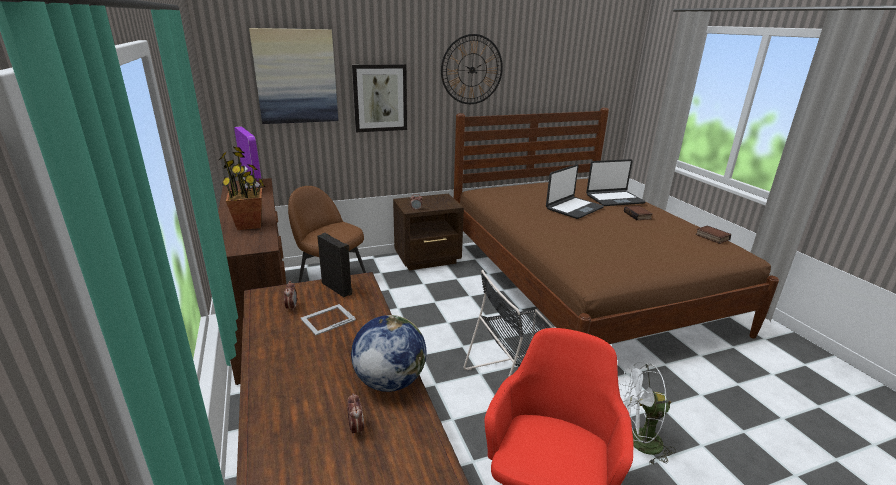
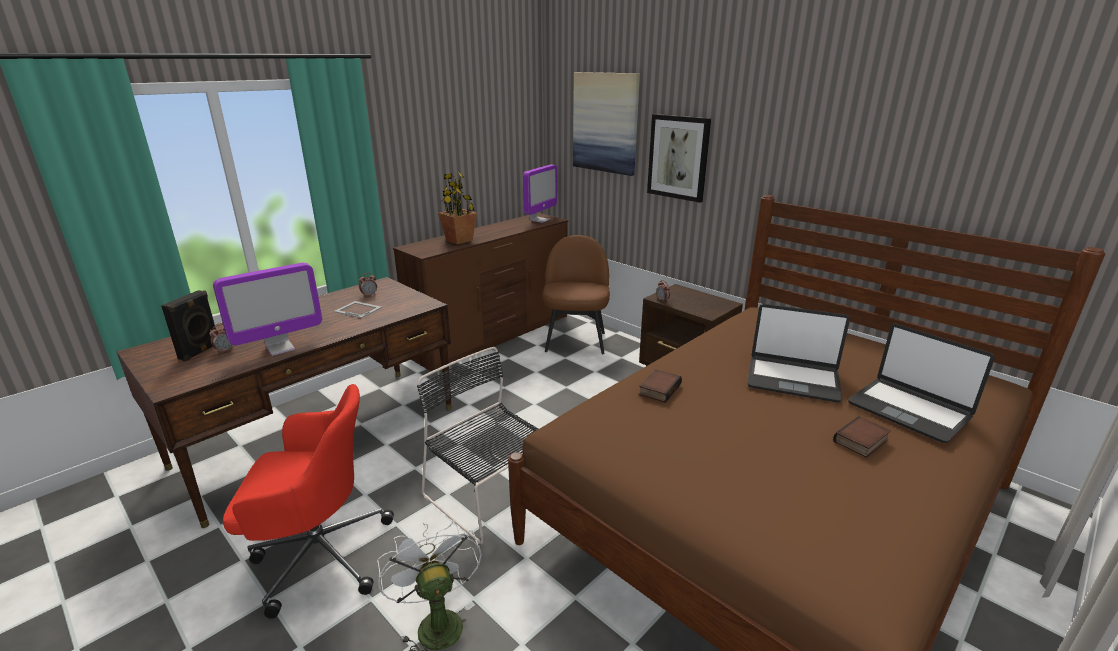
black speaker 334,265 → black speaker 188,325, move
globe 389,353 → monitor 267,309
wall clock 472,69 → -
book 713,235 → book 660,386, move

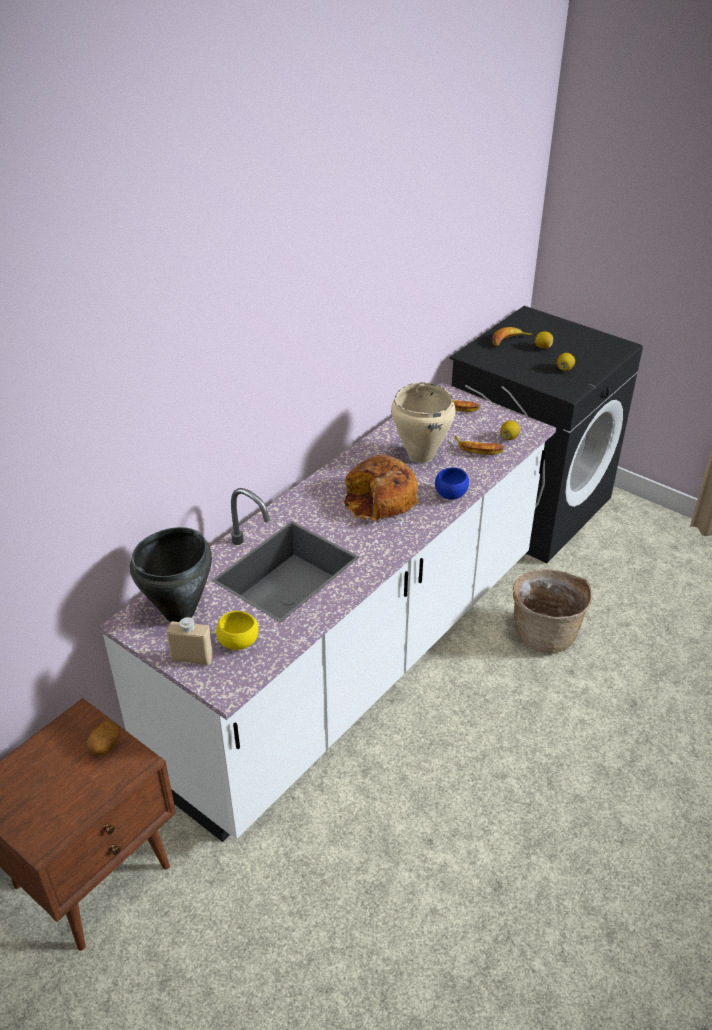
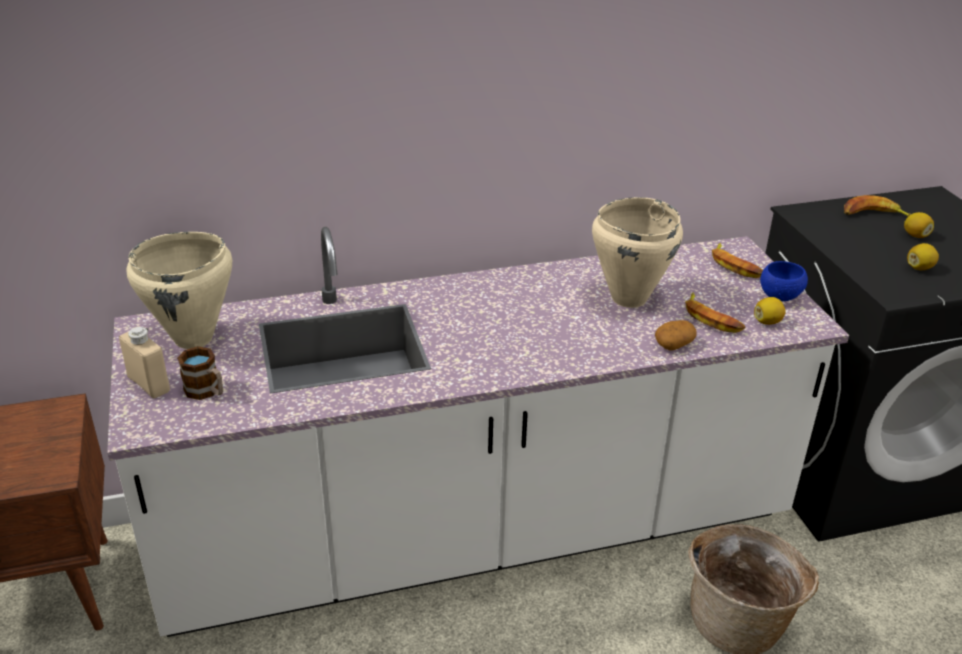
potato 103,738 → potato 676,335, move
black cooking pot 171,574 → beige cooking pot 179,290
yellow bowl 237,630 → mug 200,373
bread 381,488 → -
blue bowl 452,483 → blue bowl 784,281, move

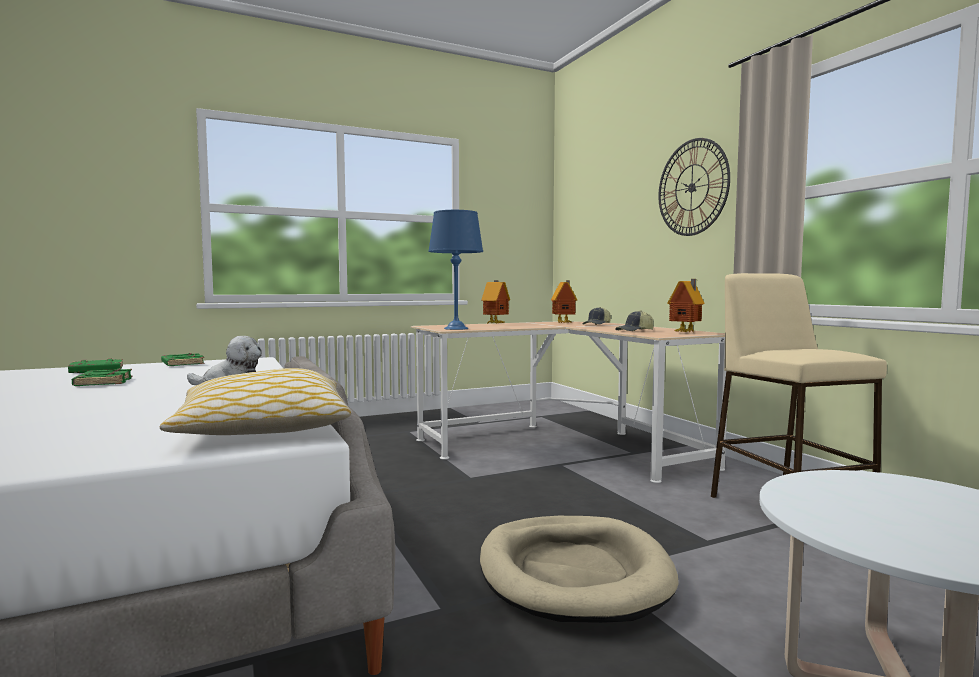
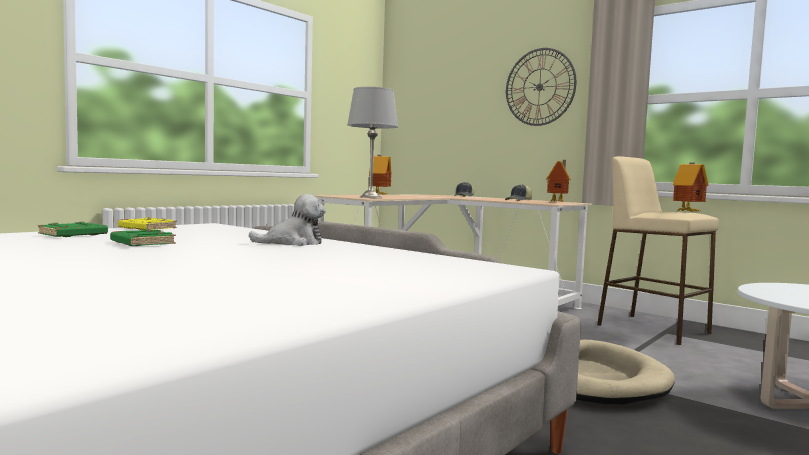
pillow 255,401 → -
green book 182,359 → yellow book 147,223
blue table lamp 455,270 → grey table lamp 372,142
toy house 564,301 → toy house 691,186, move

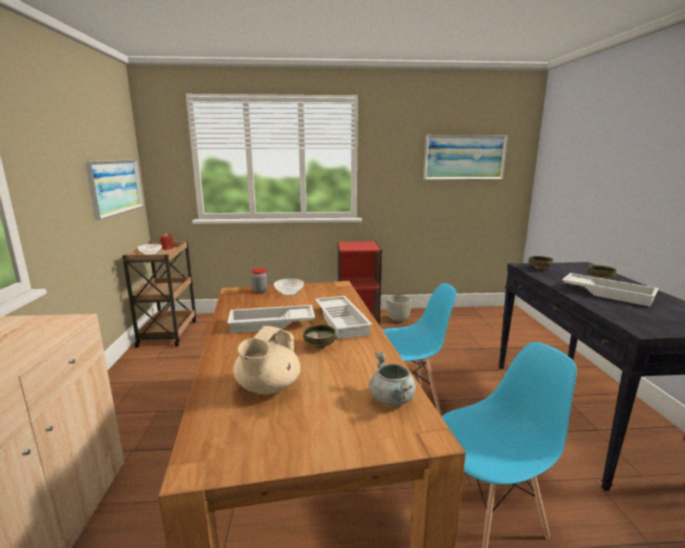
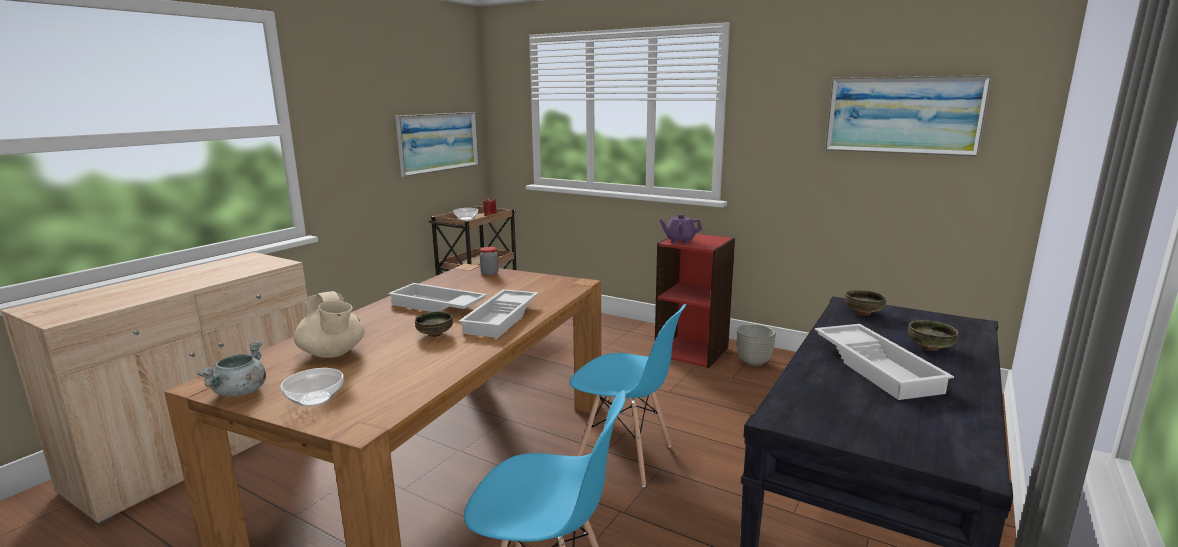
beige teapot 267,360 → beige teapot 329,324, 90 degrees counterclockwise
bowl 289,287 → bowl 312,387, move
grey cooking pot 392,379 → grey cooking pot 232,369, move
- → purple teapot 680,228

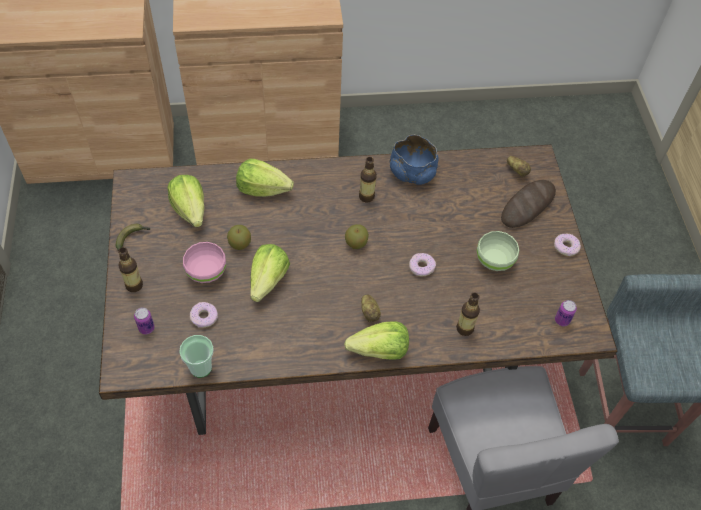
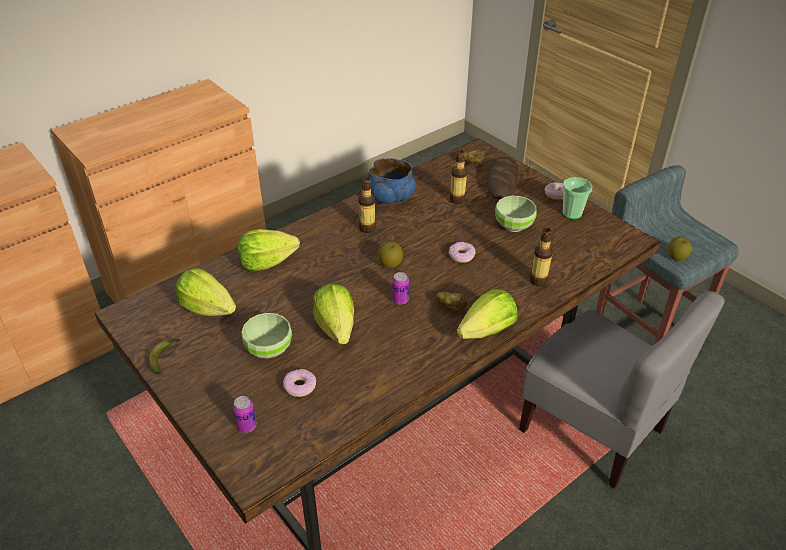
bottle 130,269 → bottle 458,177, move
cup 196,356 → cup 577,198, move
pink bowl 204,262 → green bowl 266,336
apple 239,237 → apple 679,249, move
can 566,313 → can 400,288, move

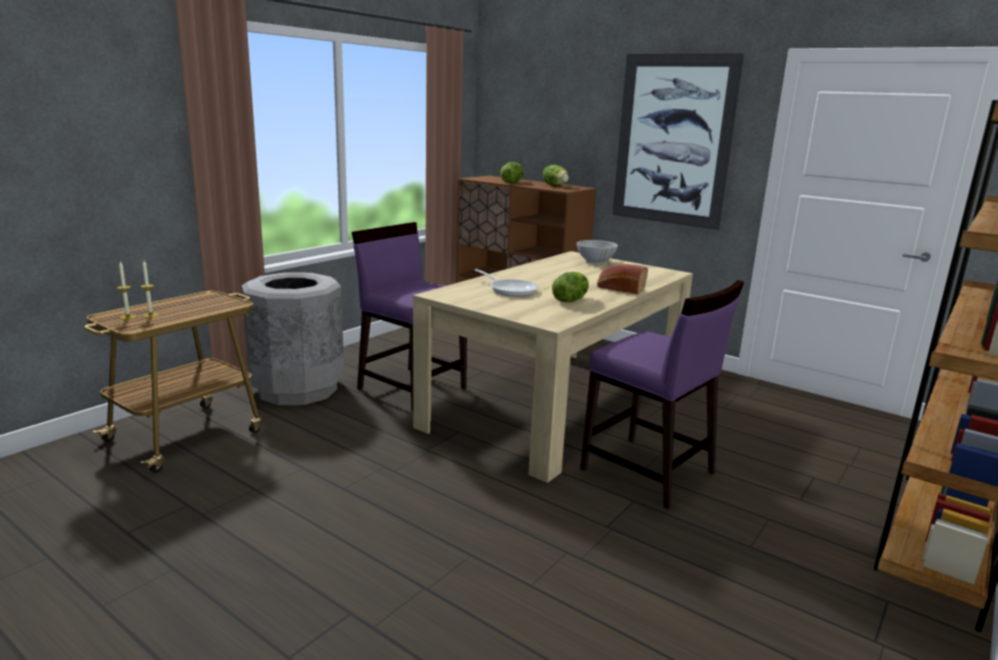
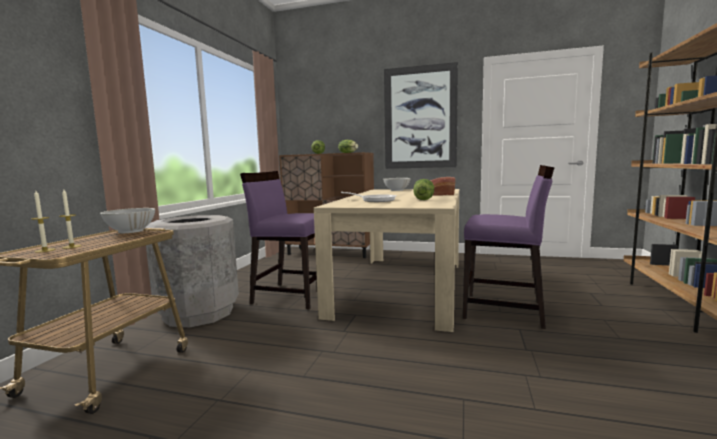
- → white bowl 127,220

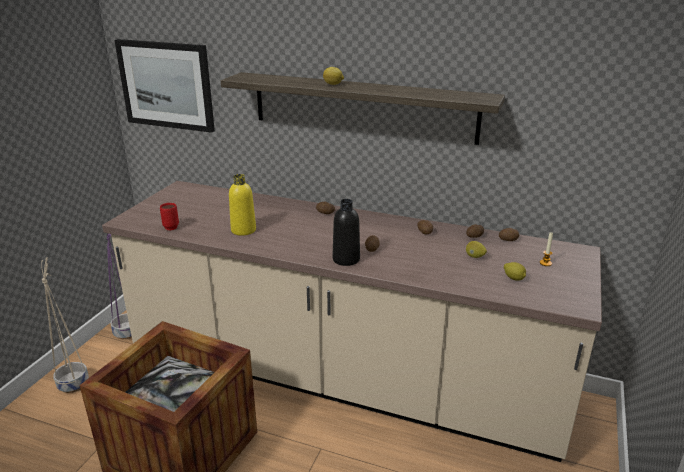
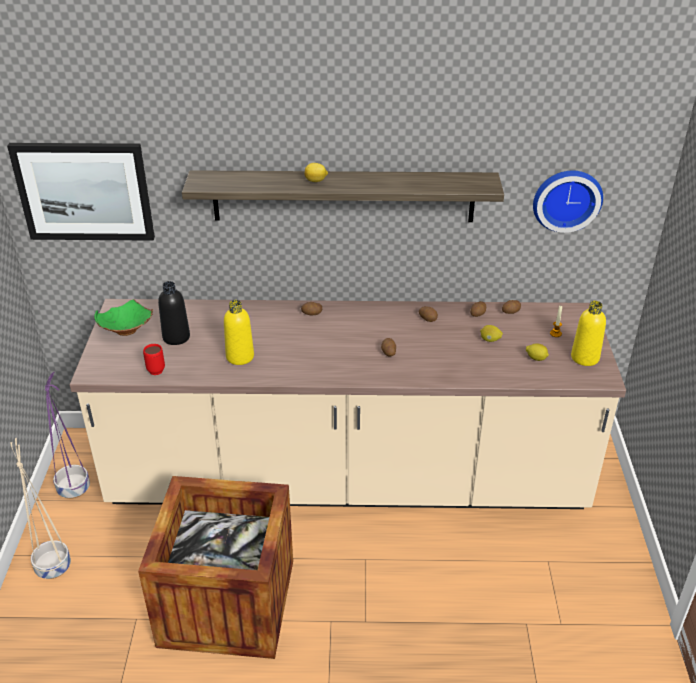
black bottle 346,232 → black bottle 174,313, move
- → green bowl 123,317
- → wall clock 568,202
- → yellow bottle 588,333

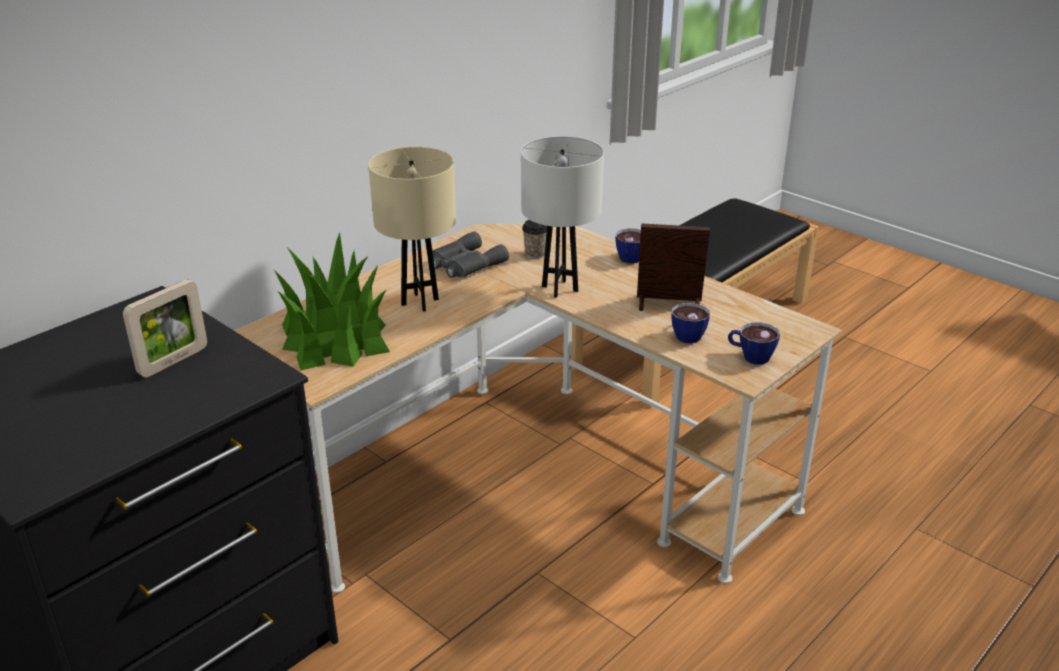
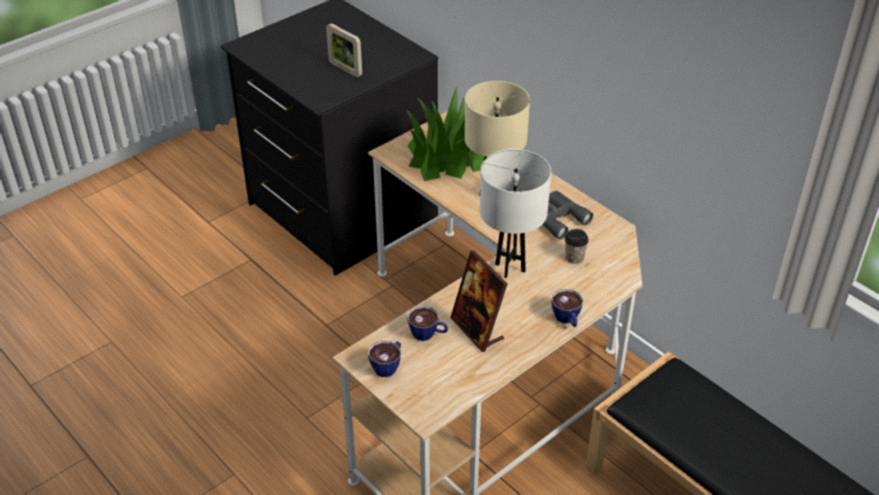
picture frame 673,267 → picture frame 479,301, 135 degrees clockwise

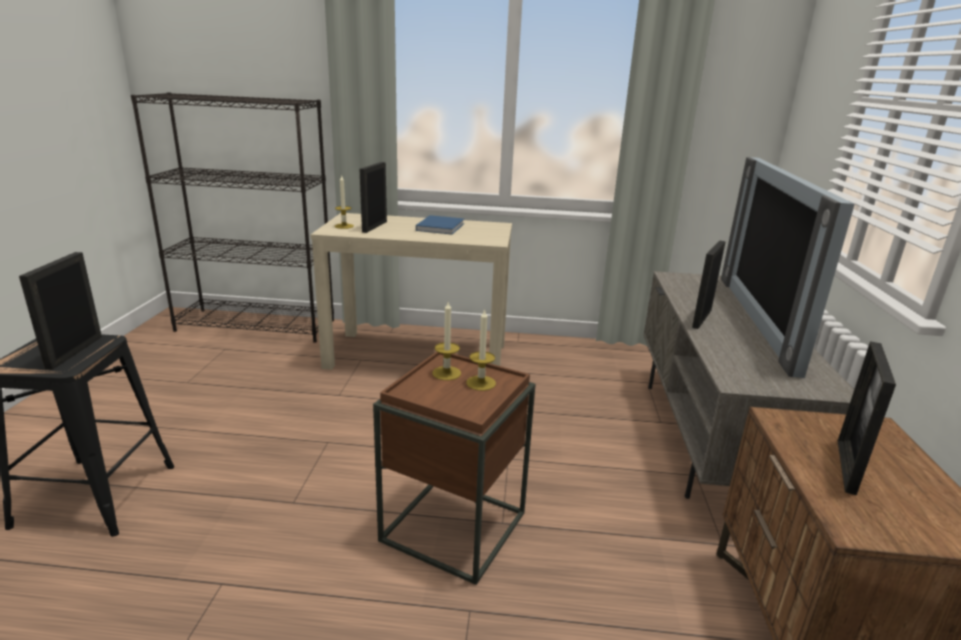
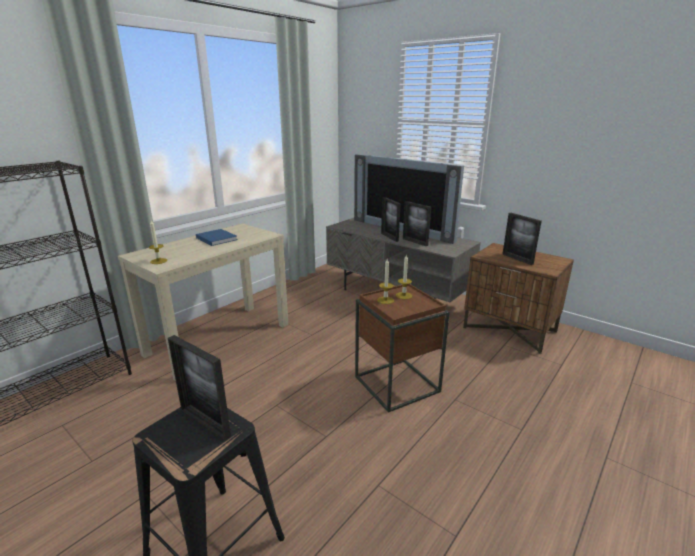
picture frame 373,197 → picture frame 417,223, move

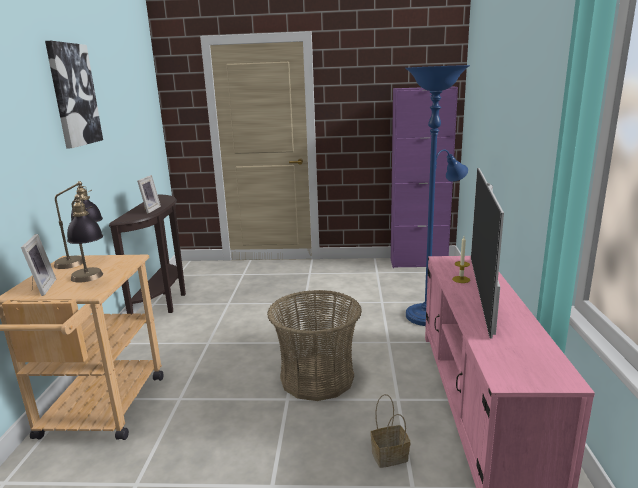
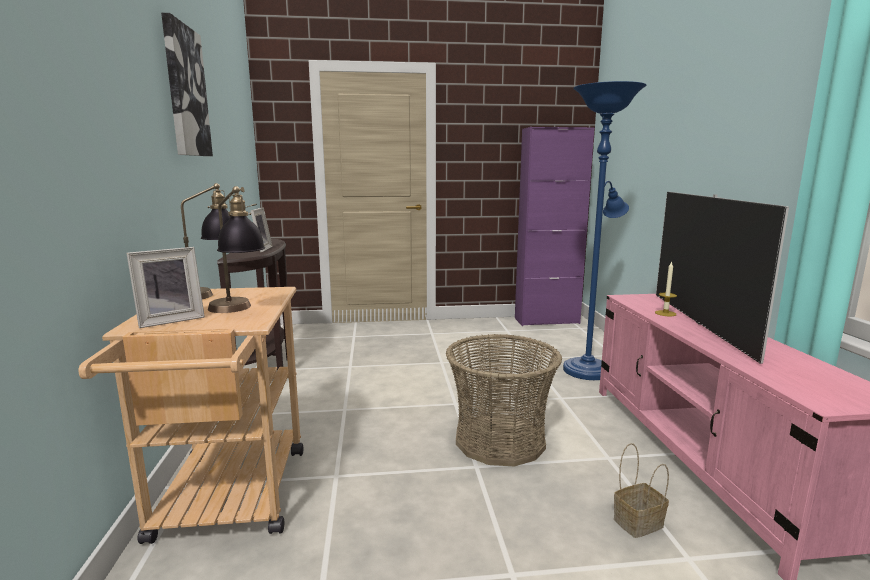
picture frame 38,265 → picture frame 165,287, 75 degrees clockwise

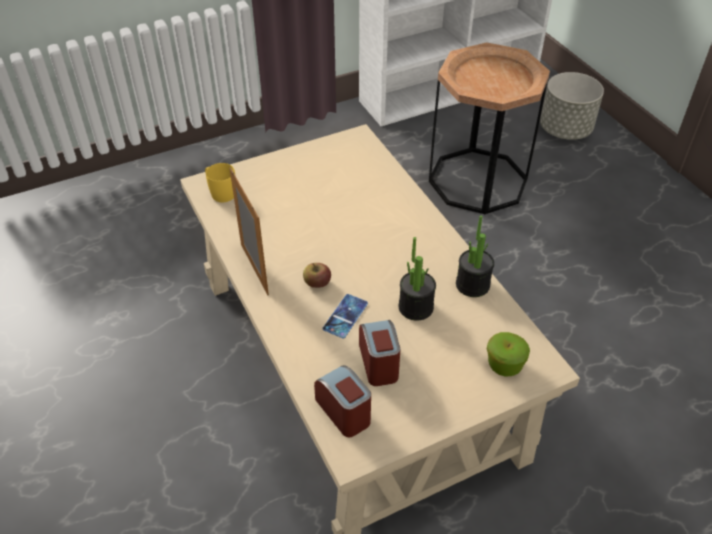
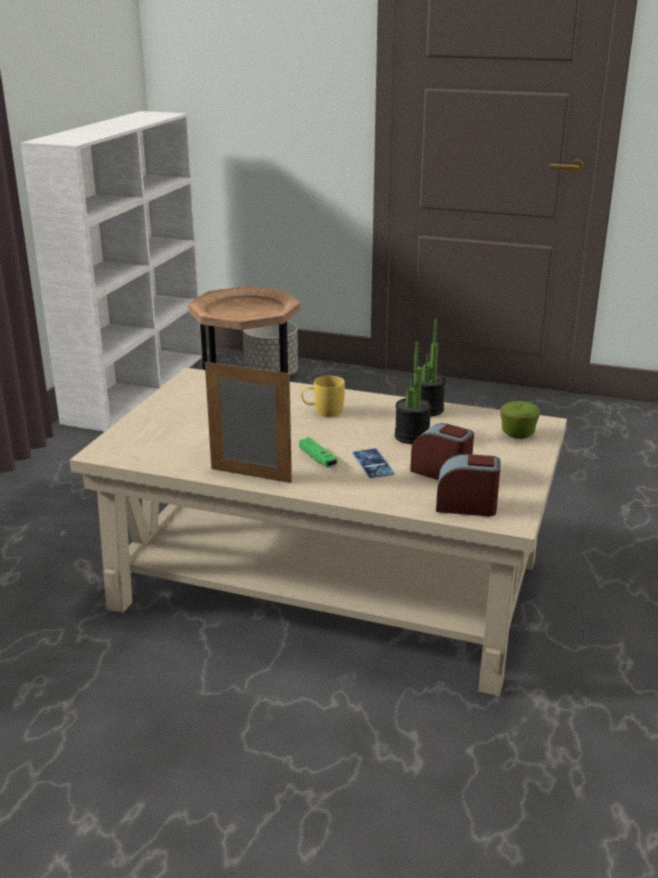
yellow mug 220,182 → yellow mug 323,396, move
apple 317,275 → green game controller 318,452

